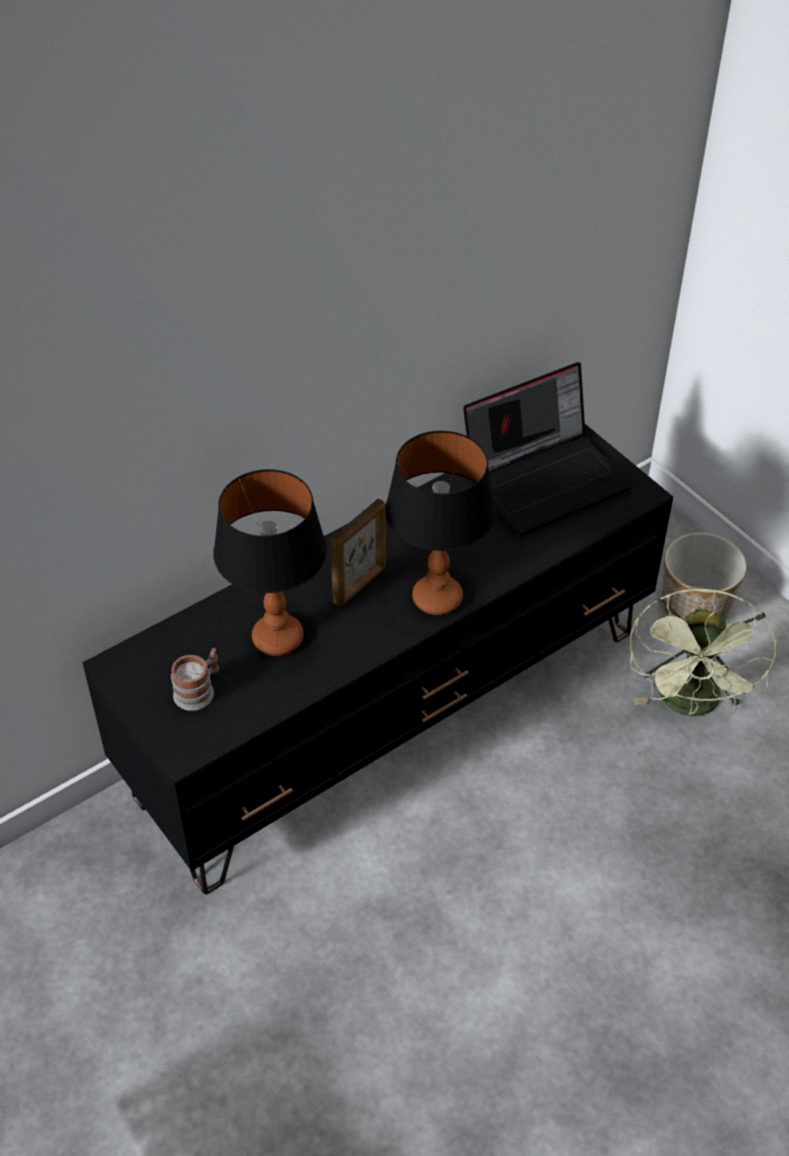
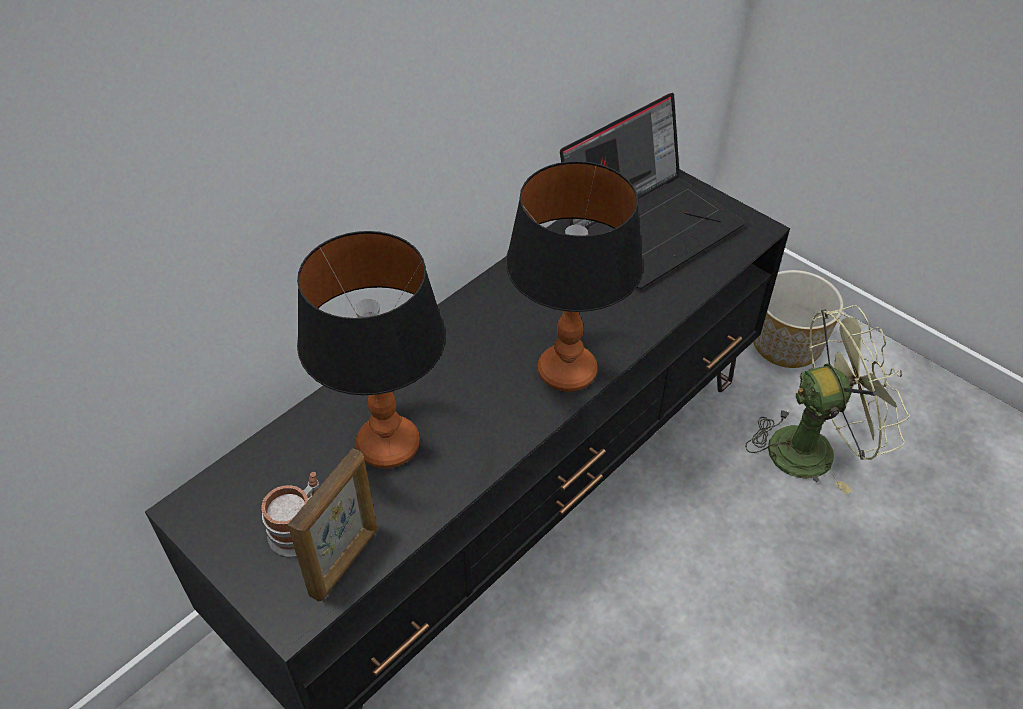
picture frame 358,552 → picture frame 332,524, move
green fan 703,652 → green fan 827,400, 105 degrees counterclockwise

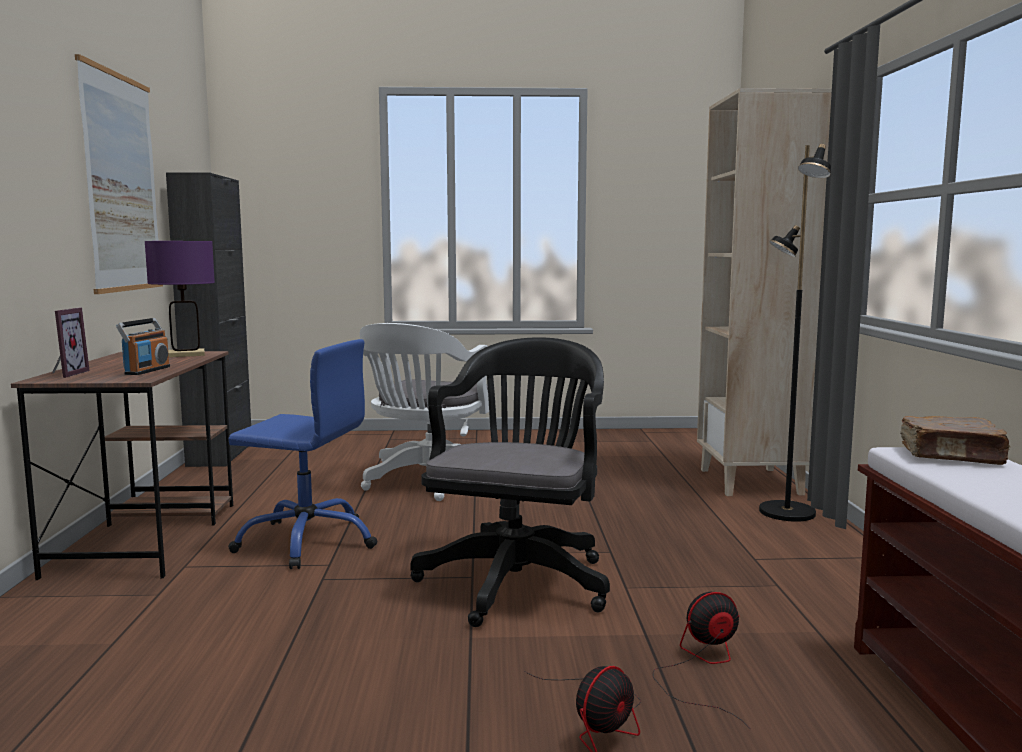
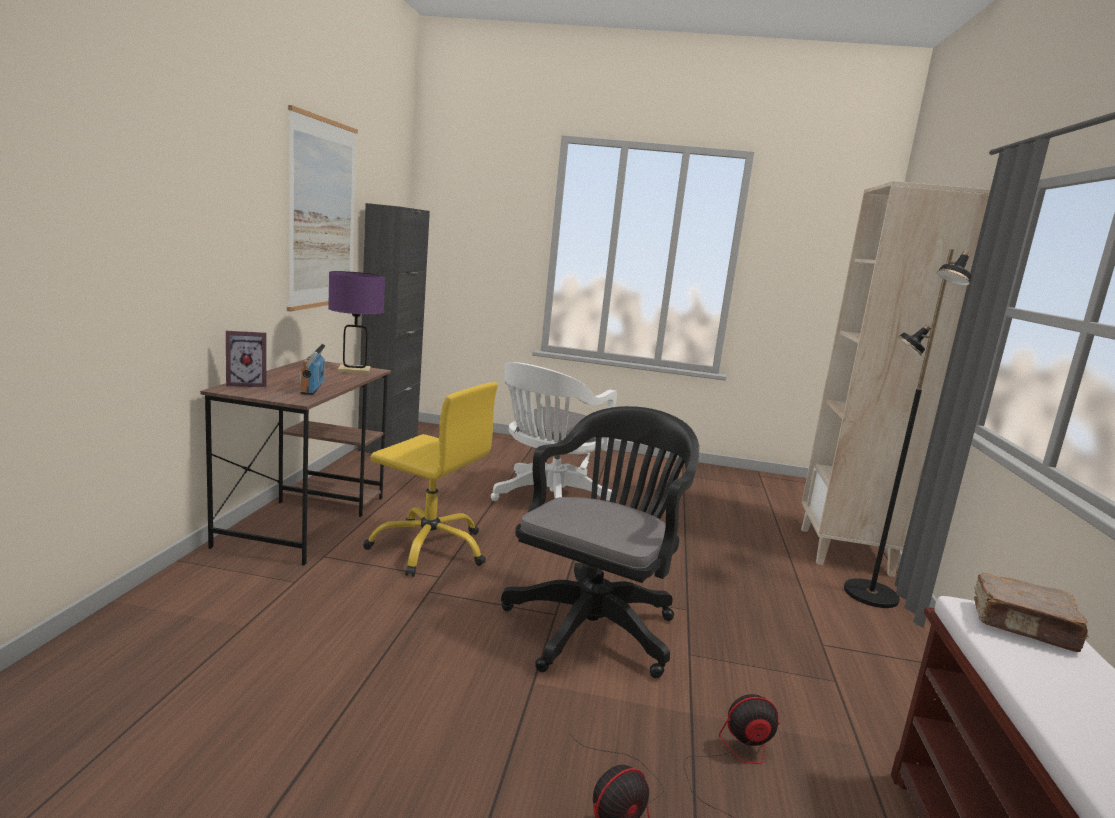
picture frame 71,342 → picture frame 246,359, 60 degrees clockwise
radio 143,346 → radio 313,369, 150 degrees clockwise
blue office chair 302,454 → yellow office chair 430,479

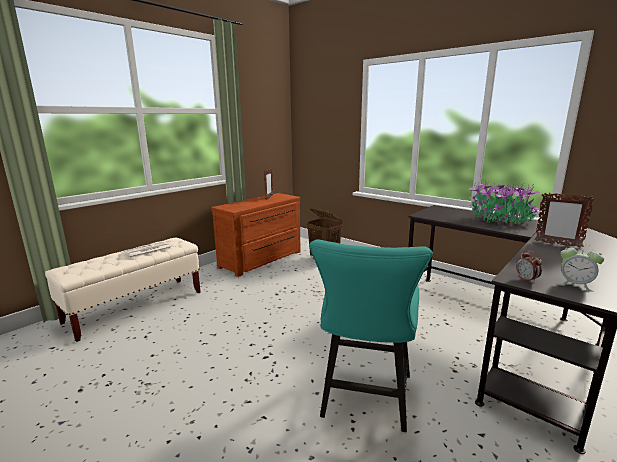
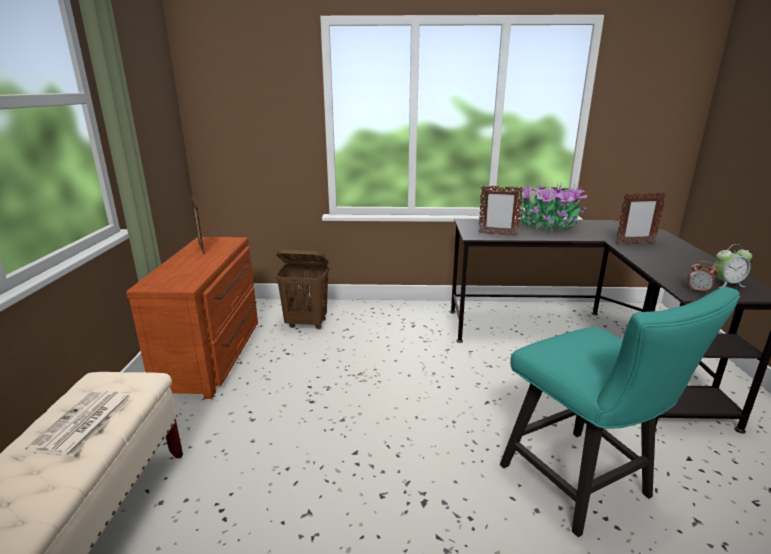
- → picture frame 501,210

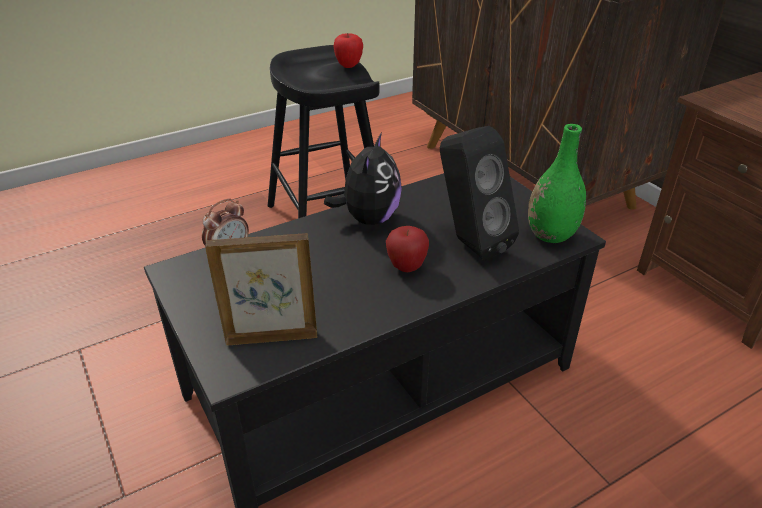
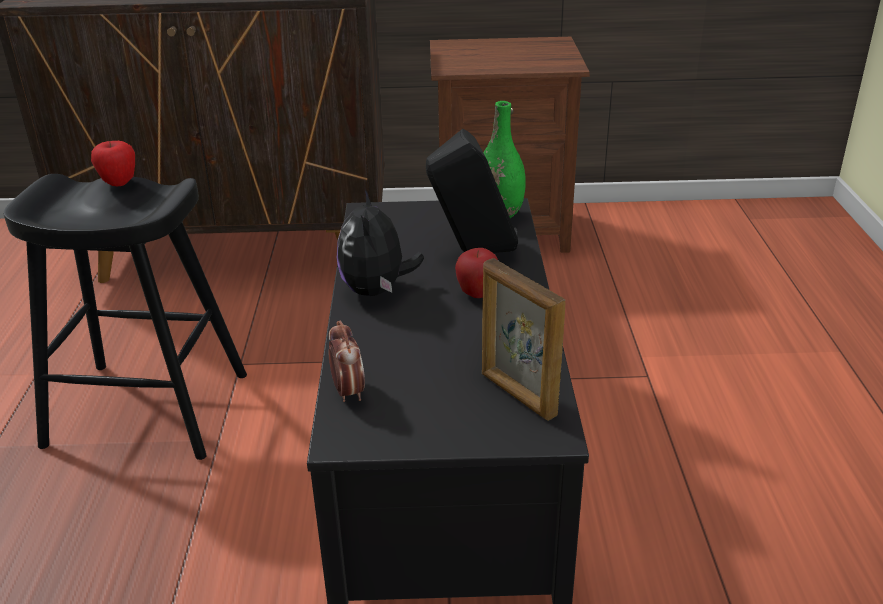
picture frame 261,289 → picture frame 524,339, 60 degrees counterclockwise
plush toy 363,178 → plush toy 380,242, 135 degrees counterclockwise

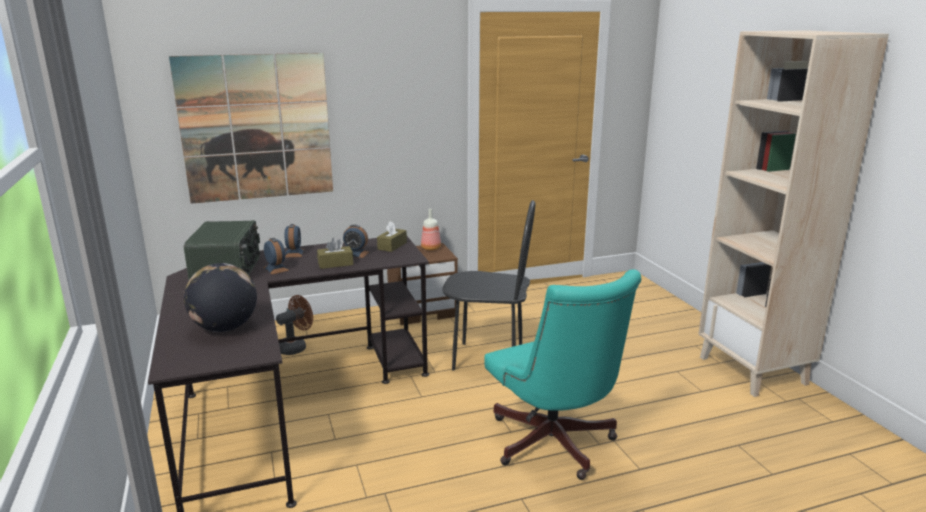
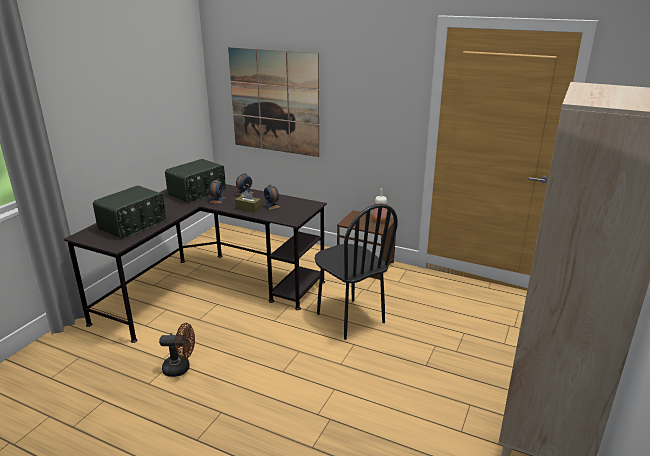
globe 220,297 → radio 129,212
brown fan 294,325 → brown fan 177,350, move
brown tissue box 392,236 → -
turquoise office chair 563,374 → -

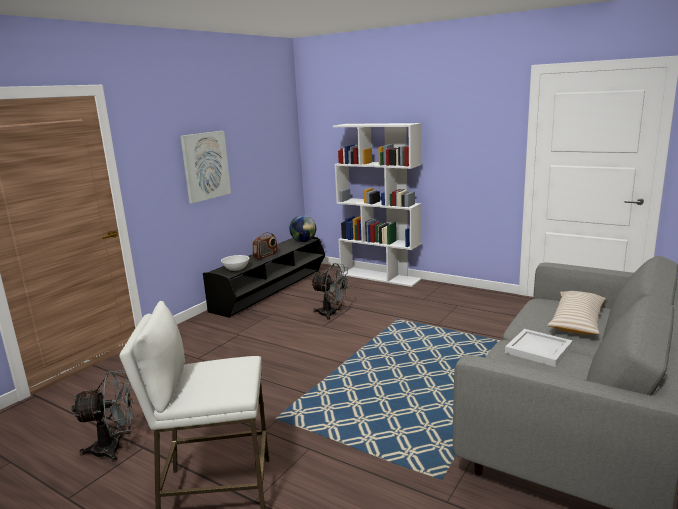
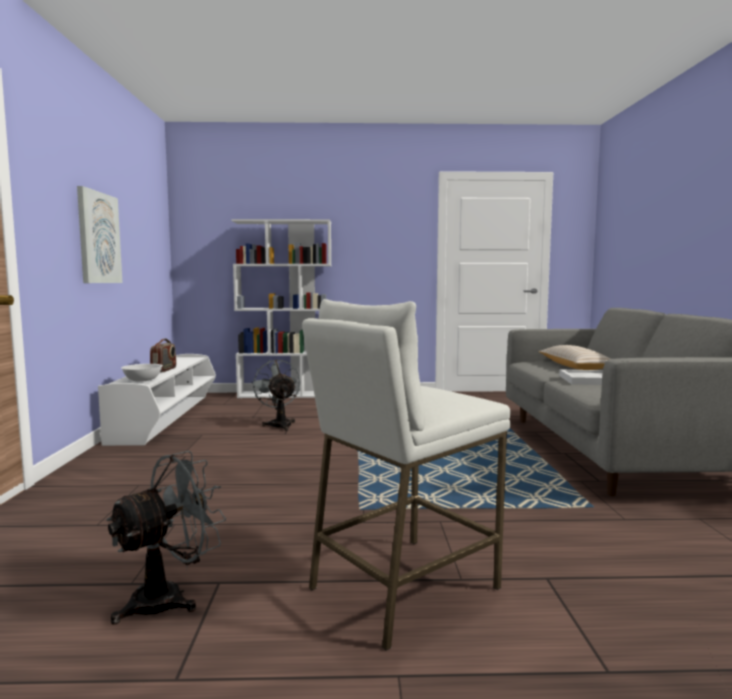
black tv stand 264,277 → white tv stand 157,400
globe 302,228 → -
grey fan 330,291 → grey fan 275,395, 105 degrees counterclockwise

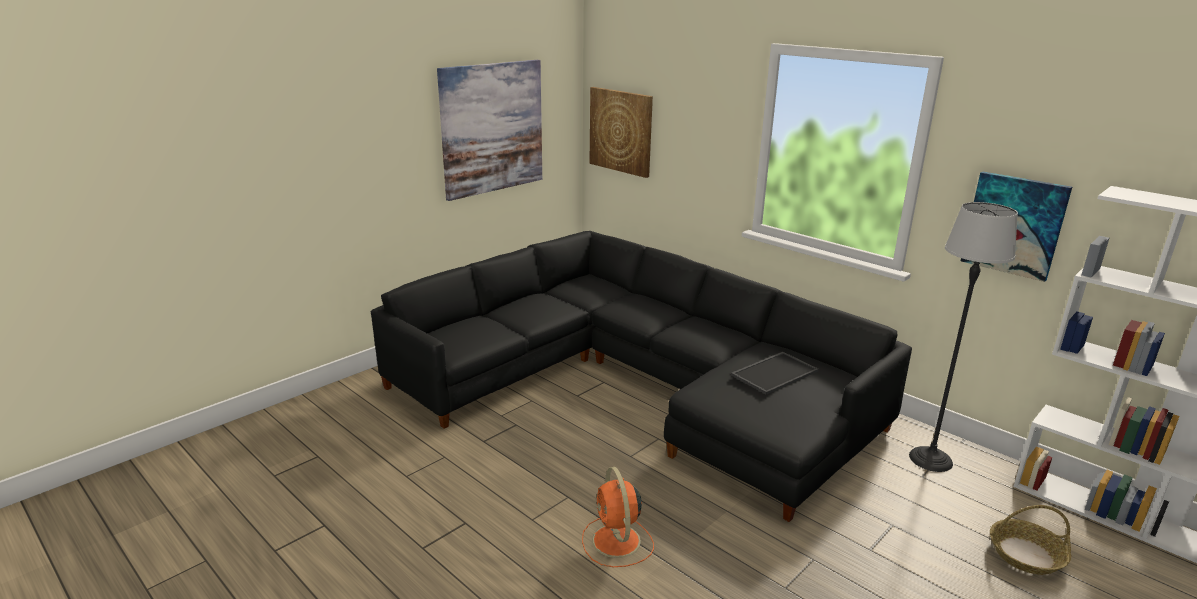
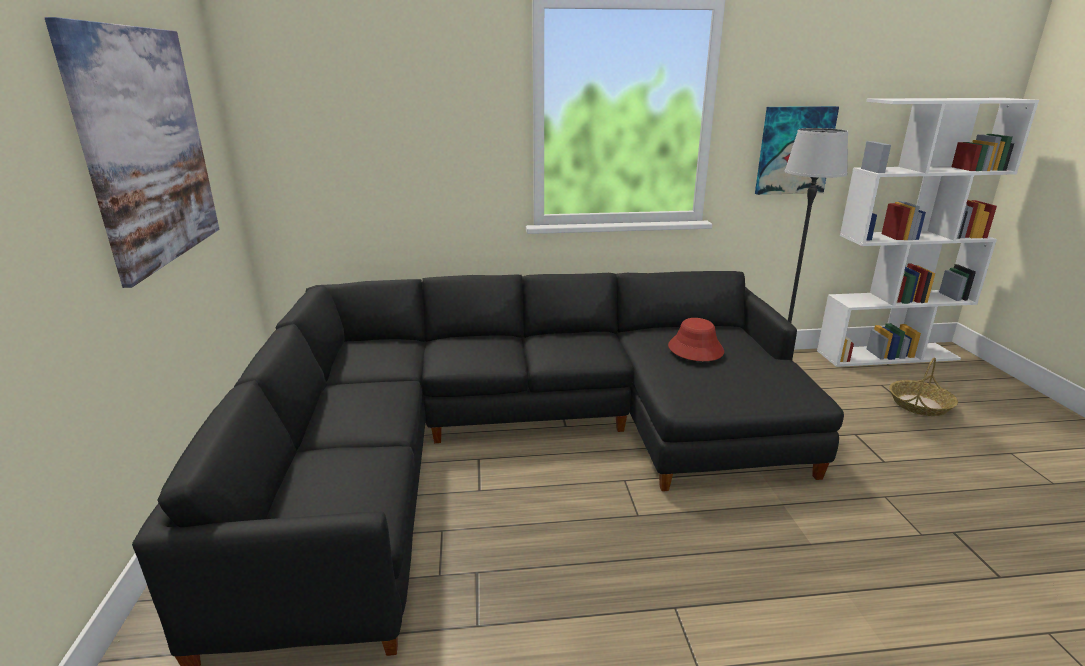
orange fan 618,517 → -
picture 621,132 → -
tray 775,373 → red hat 696,339

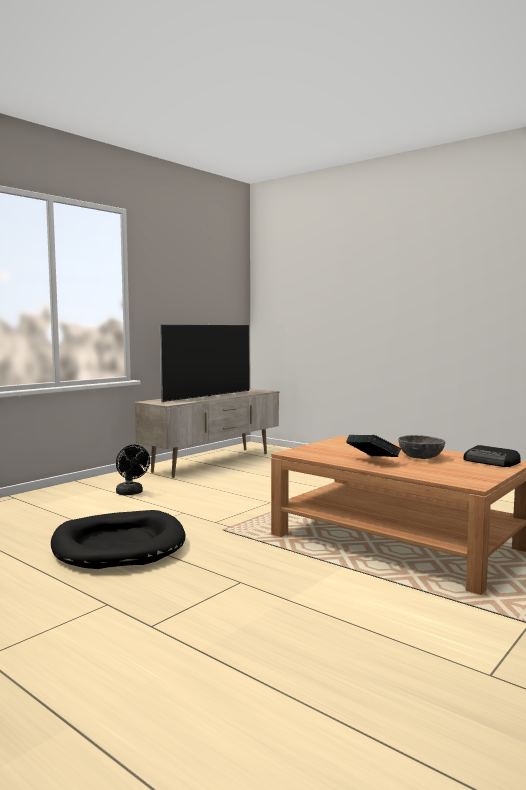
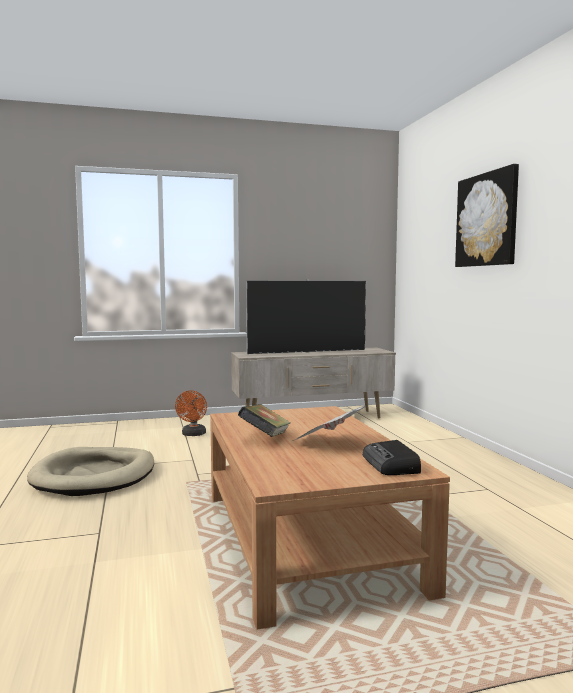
black dog bed 118,539 → beige dog bed 90,471
black fan 133,470 → orange fan 191,413
grey bowl 421,447 → newspaper 329,423
- → picture 487,215

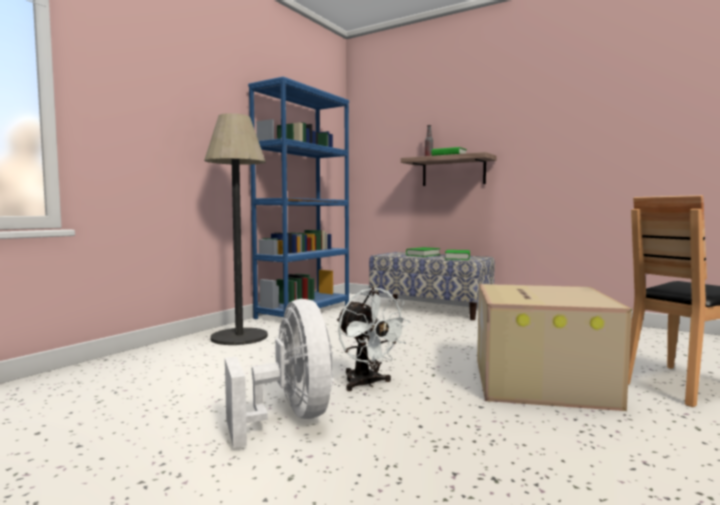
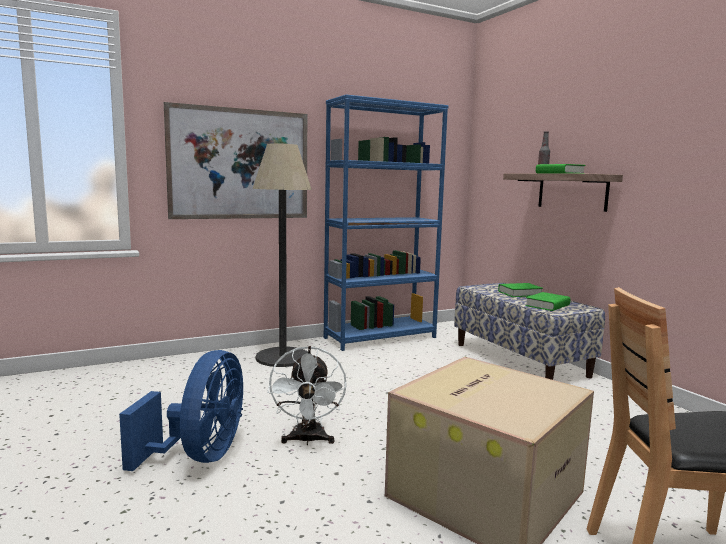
white fan 279,373 → blue fan 181,410
- → picture 235,160

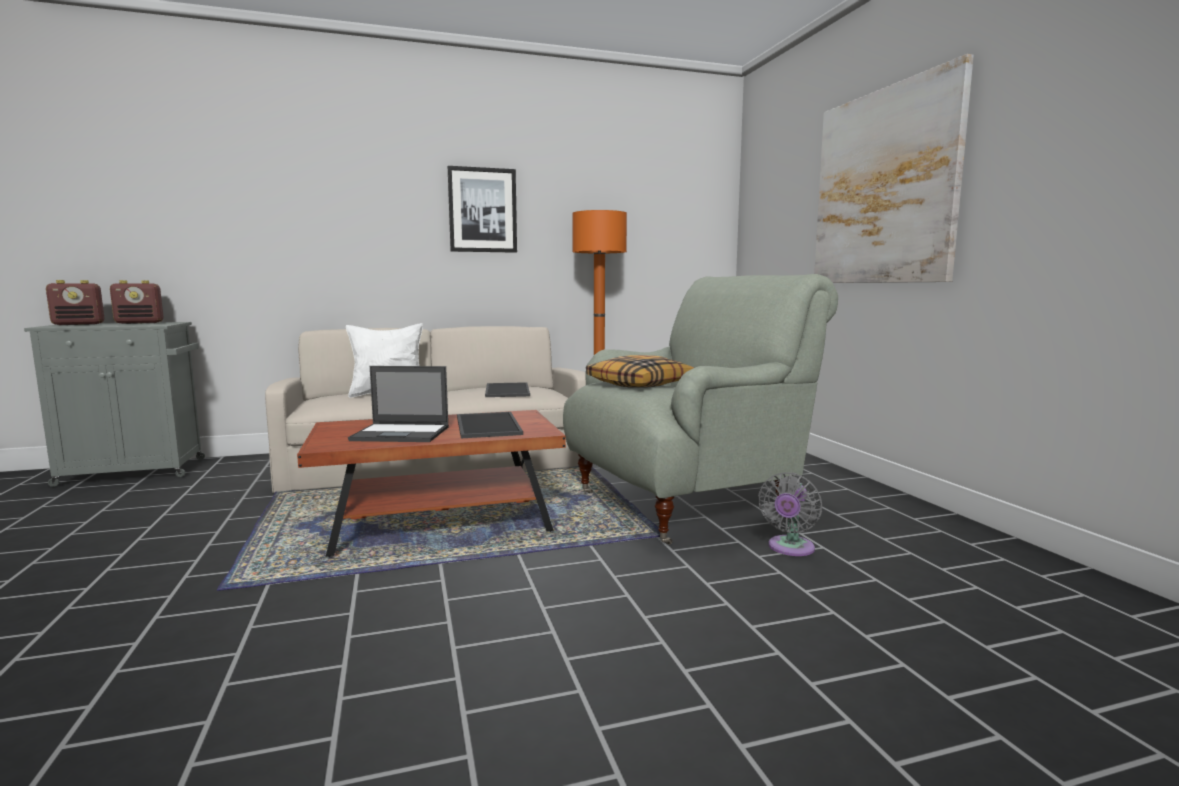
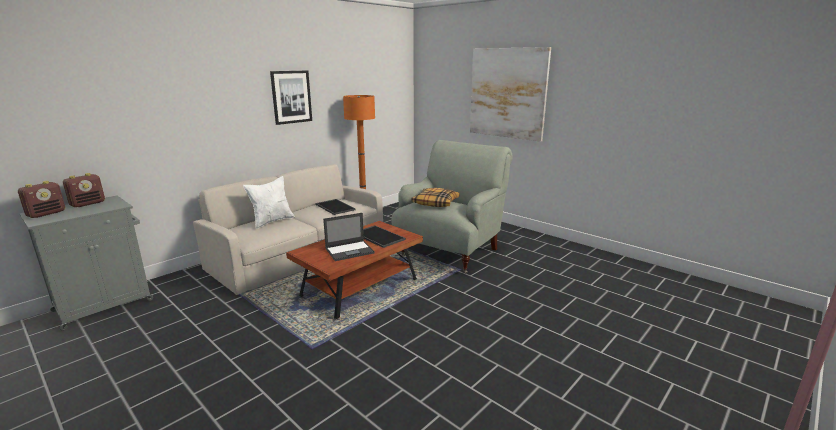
grey fan 790,514 → -

